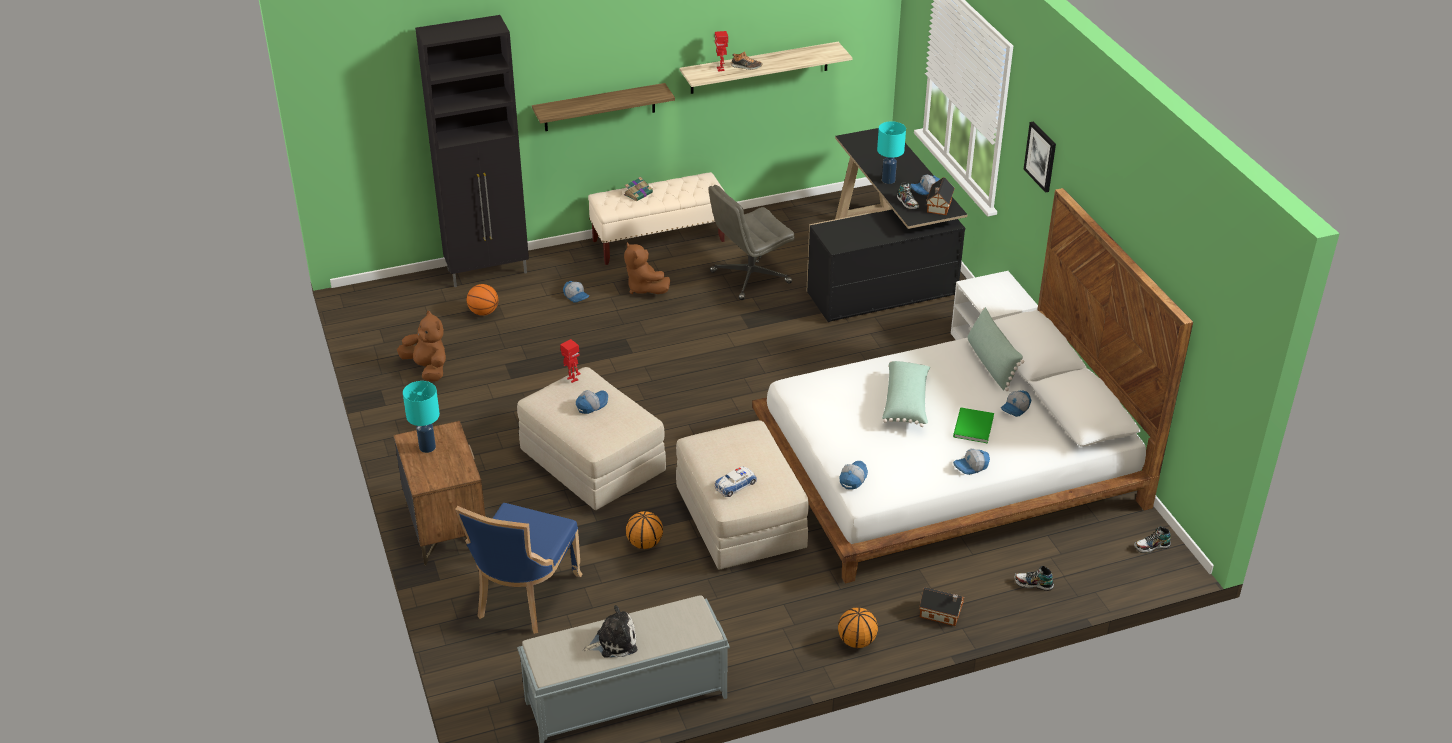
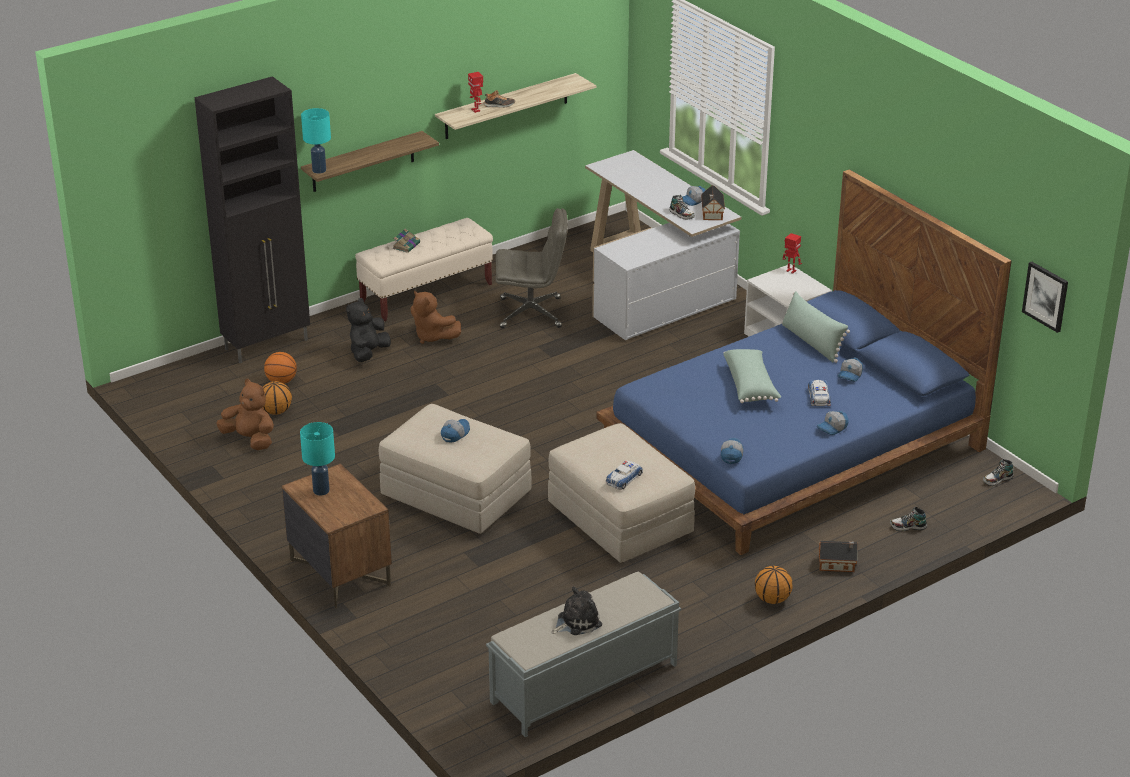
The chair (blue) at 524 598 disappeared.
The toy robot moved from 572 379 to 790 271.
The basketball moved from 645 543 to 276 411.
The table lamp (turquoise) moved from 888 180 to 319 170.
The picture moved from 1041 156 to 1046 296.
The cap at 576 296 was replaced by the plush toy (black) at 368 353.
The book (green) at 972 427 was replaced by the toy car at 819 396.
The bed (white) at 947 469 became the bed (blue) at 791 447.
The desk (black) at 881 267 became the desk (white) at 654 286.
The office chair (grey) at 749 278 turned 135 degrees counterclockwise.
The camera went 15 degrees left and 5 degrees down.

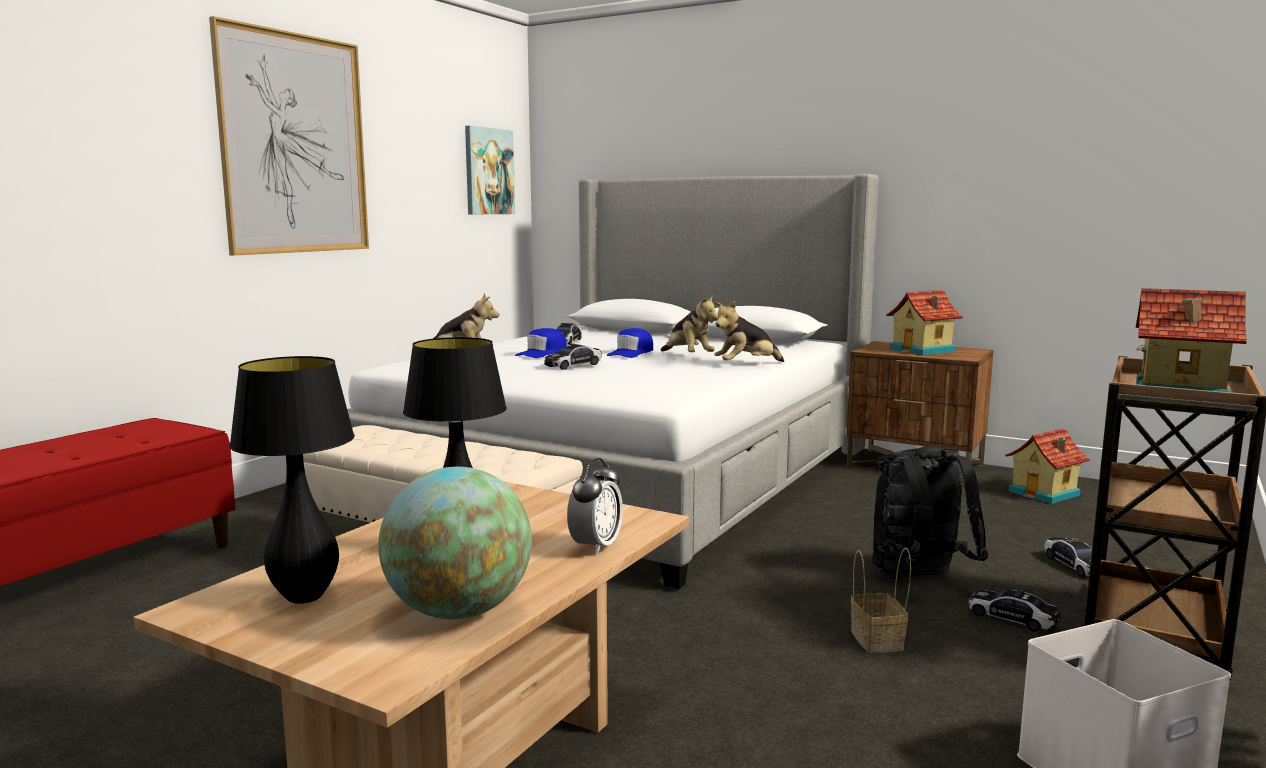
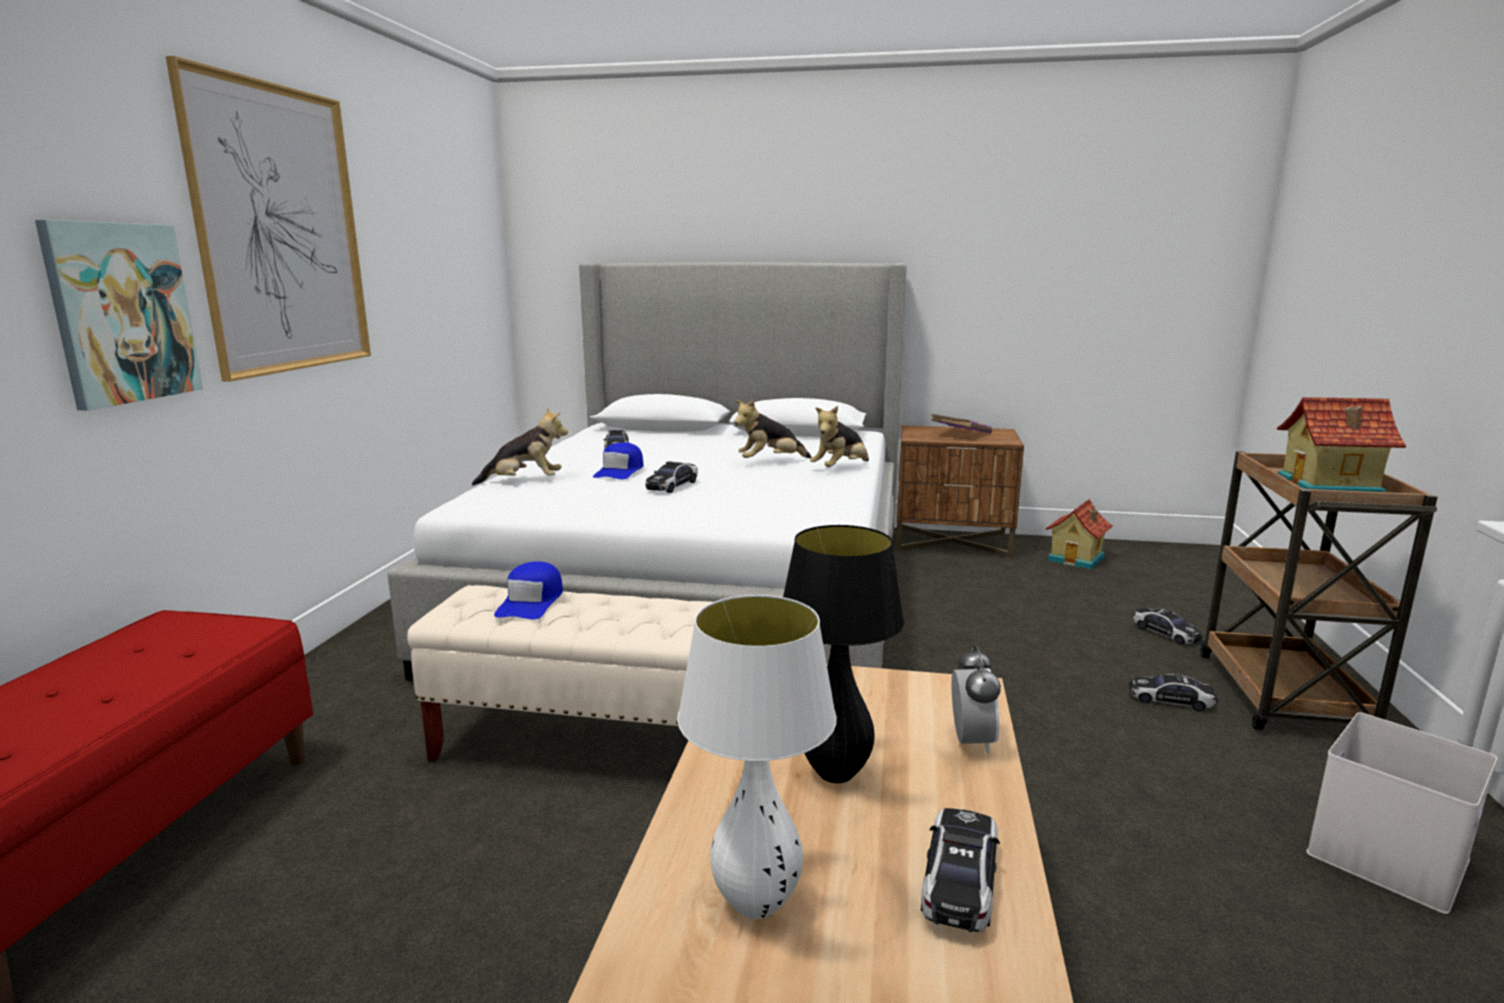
The basket at 878 641 disappeared.
The backpack (black) at 918 578 disappeared.
The picture moved from 488 171 to 122 313.
The cap (blue) moved from 631 353 to 531 602.
The globe at 458 611 was replaced by the toy car at 959 882.
The toy house at 923 350 was replaced by the book (purple) at 960 434.
The table lamp (black) at 305 597 became the table lamp (white) at 757 904.
The plush toy at 688 357 turned 120 degrees clockwise.
The camera went 20 degrees left and 5 degrees up.

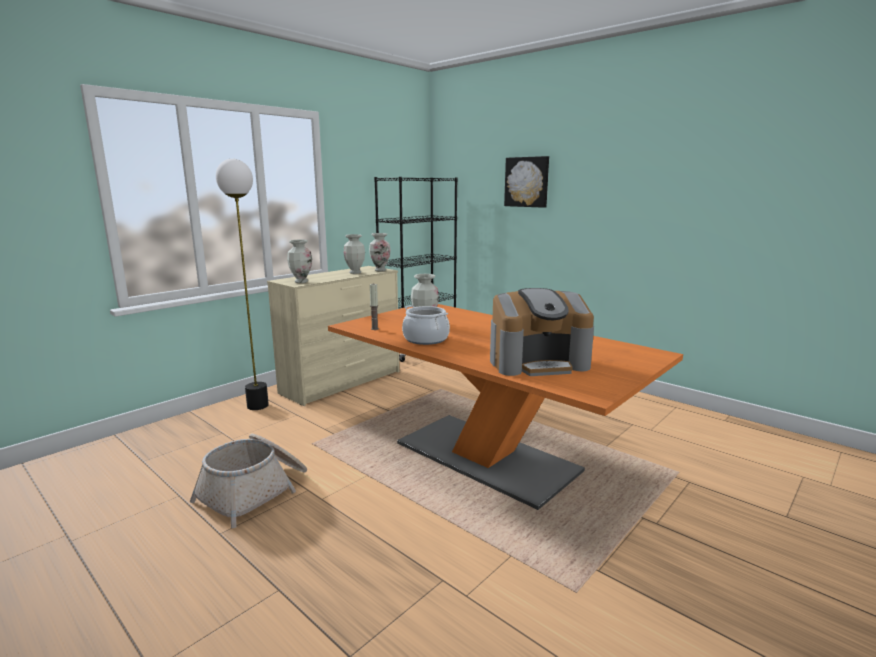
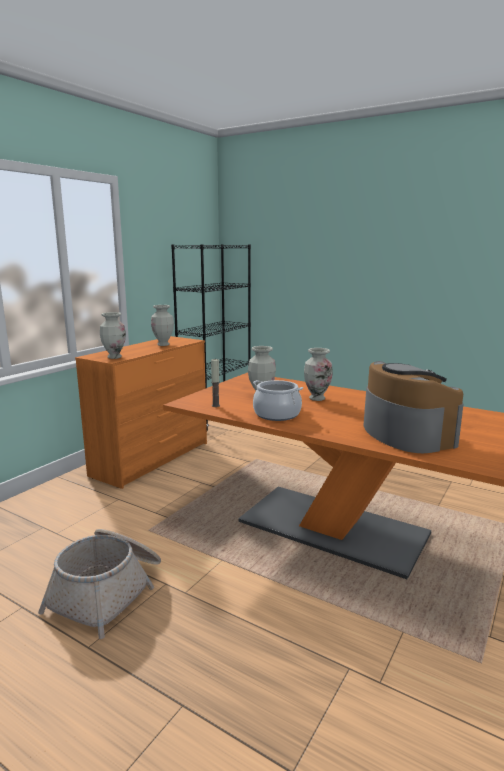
The floor lamp at 258 405 disappeared.
The picture at 527 182 disappeared.
The vase moved from 380 270 to 317 398.
The dresser (beige) at 342 383 became the dresser (orange) at 152 459.
The coffee machine at 538 362 turned 90 degrees counterclockwise.
The camera went 10 degrees left and 0 degrees up.

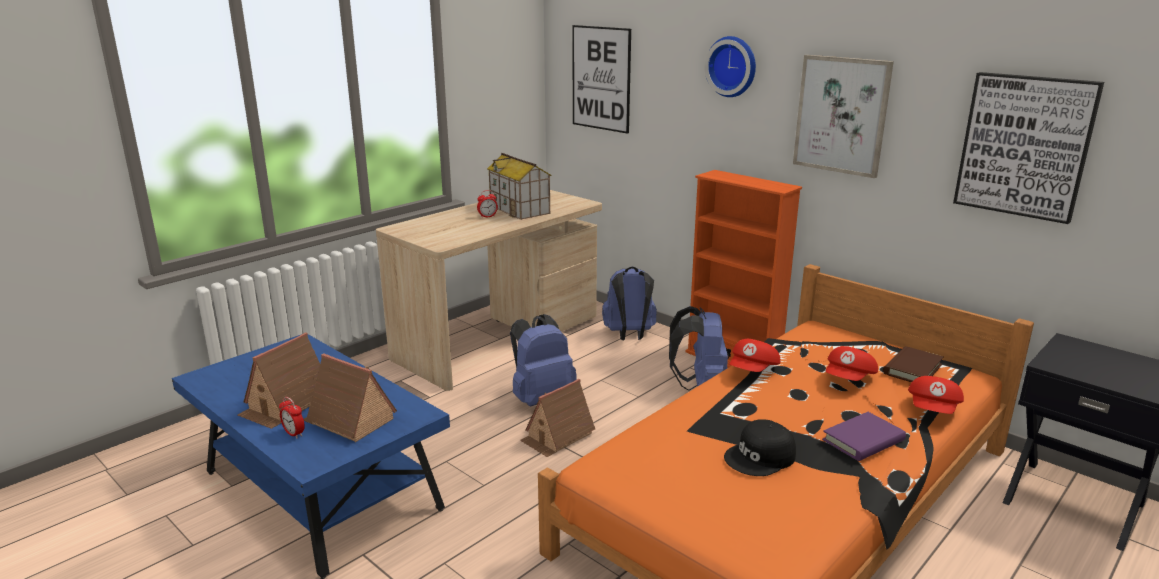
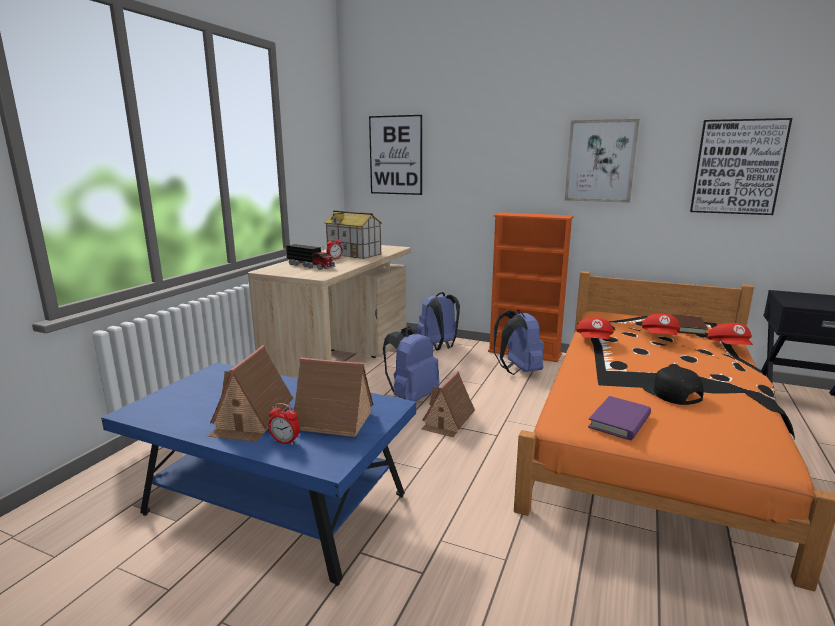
The wall clock at 732 66 disappeared.
The toy truck at 311 266 appeared.
The book (purple) moved from 863 440 to 619 421.
The cap (black) at 761 457 turned 120 degrees clockwise.
The camera went 20 degrees left and 5 degrees down.

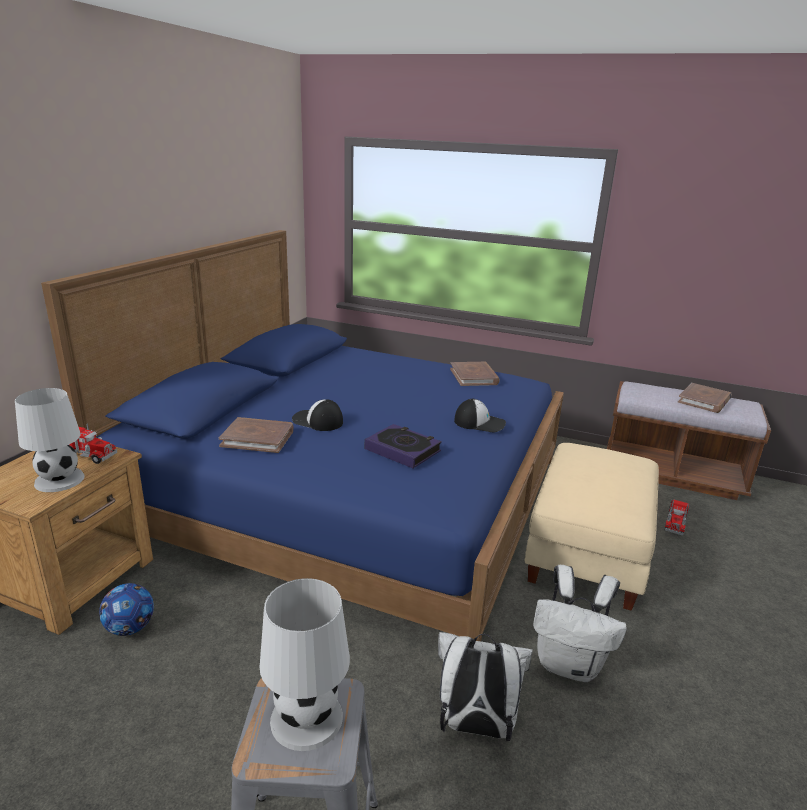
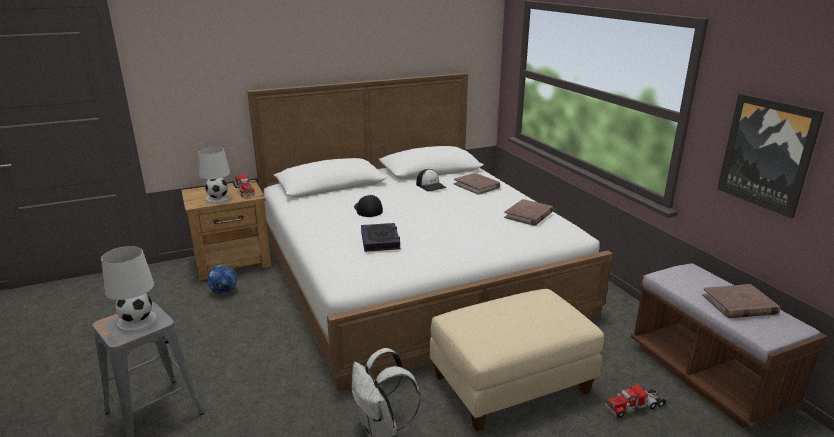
The backpack (white) at 475 726 disappeared.
The picture at 767 153 appeared.
The book (brown) moved from 257 438 to 477 186.
The cap moved from 480 423 to 431 186.
The bed (blue) at 350 491 became the bed (white) at 414 275.
The camera went 45 degrees right and 0 degrees up.

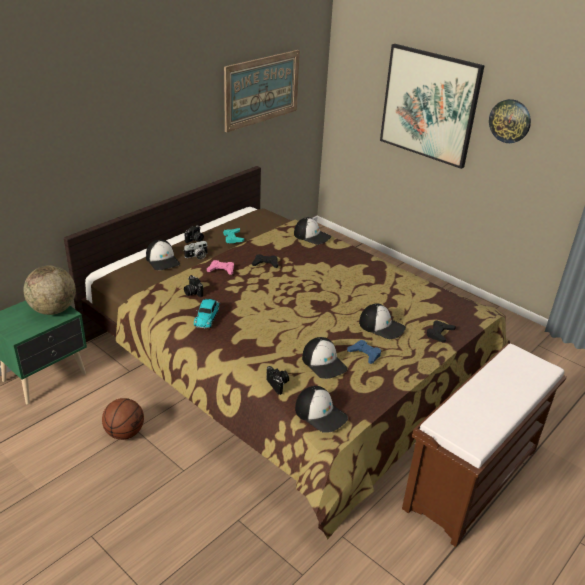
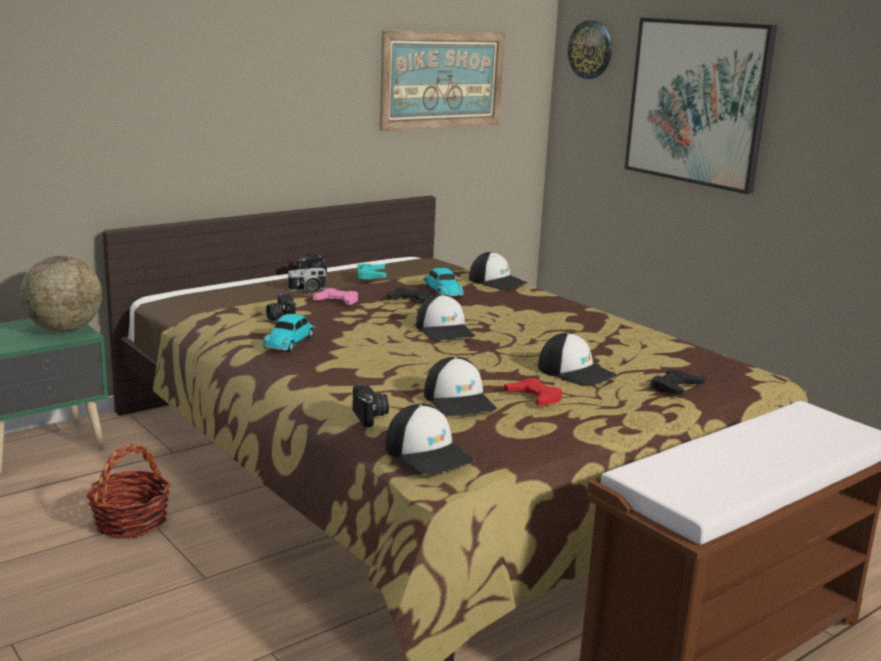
The toy car at 442 291 appeared.
The cap moved from 163 260 to 445 330.
The wall clock moved from 510 121 to 590 49.
The basketball at 125 432 was replaced by the basket at 131 522.
The game controller (blue) at 364 354 became the game controller (red) at 534 397.
The camera went 10 degrees right and 15 degrees down.

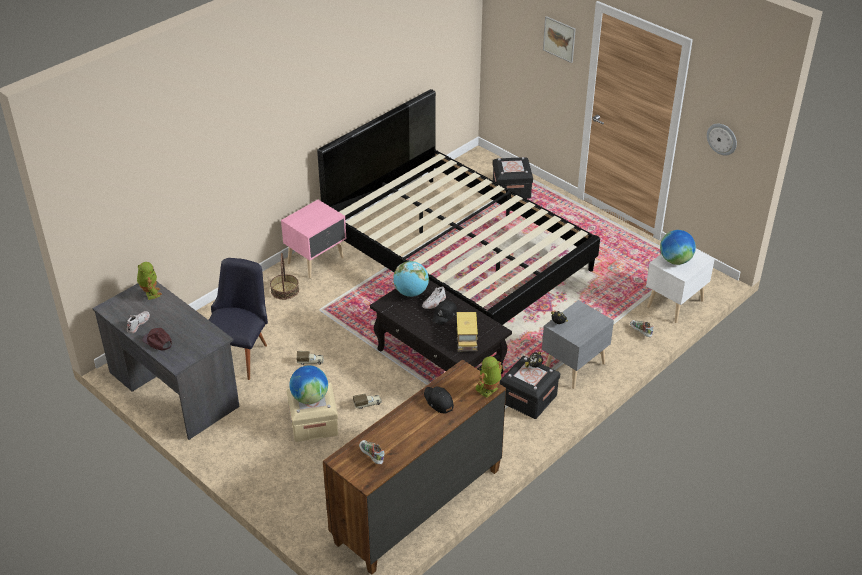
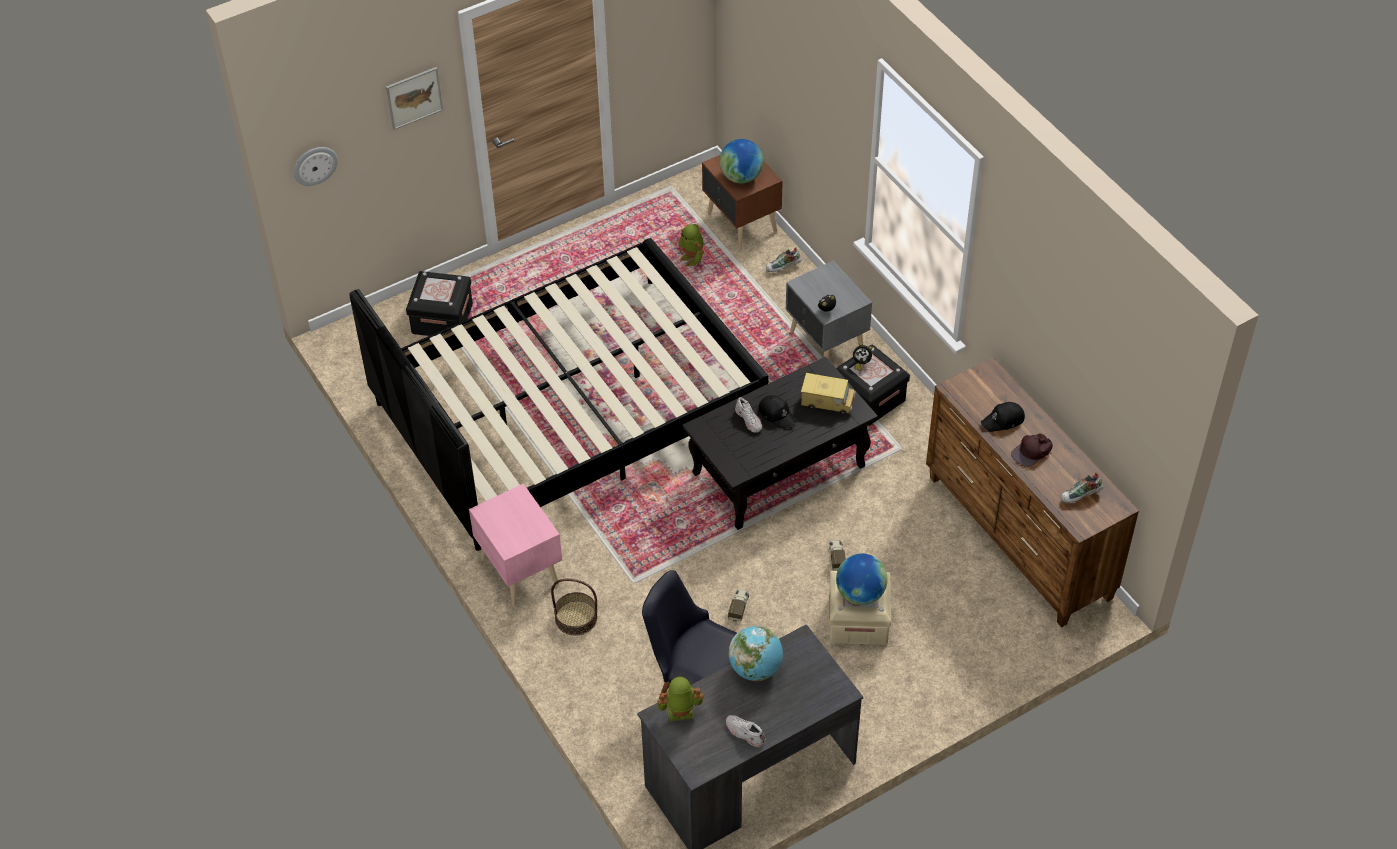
The cap (brown) moved from 157 341 to 1032 452.
The globe moved from 411 292 to 755 668.
The toy robot moved from 489 391 to 692 259.
The wall clock moved from 722 139 to 314 165.
The nightstand (white) at 673 303 became the nightstand (brown) at 741 224.
The camera went 75 degrees left and 10 degrees up.

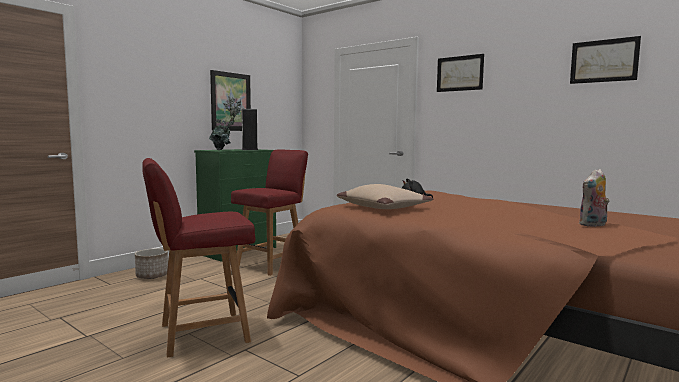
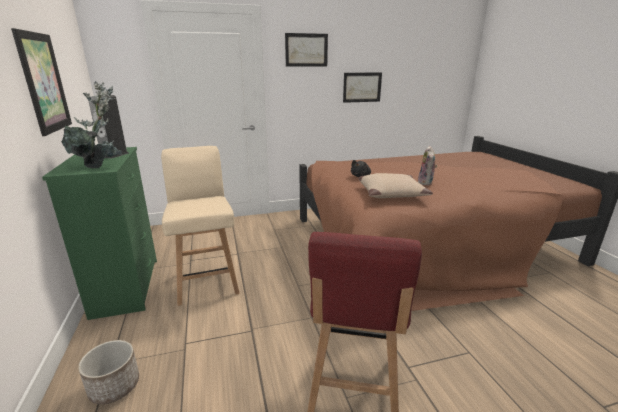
The picture moved from 604 61 to 362 87.
The plush toy moved from 593 225 to 426 183.
The chair (red) at 271 264 became the chair (beige) at 207 281.
The camera went 55 degrees left and 15 degrees up.

